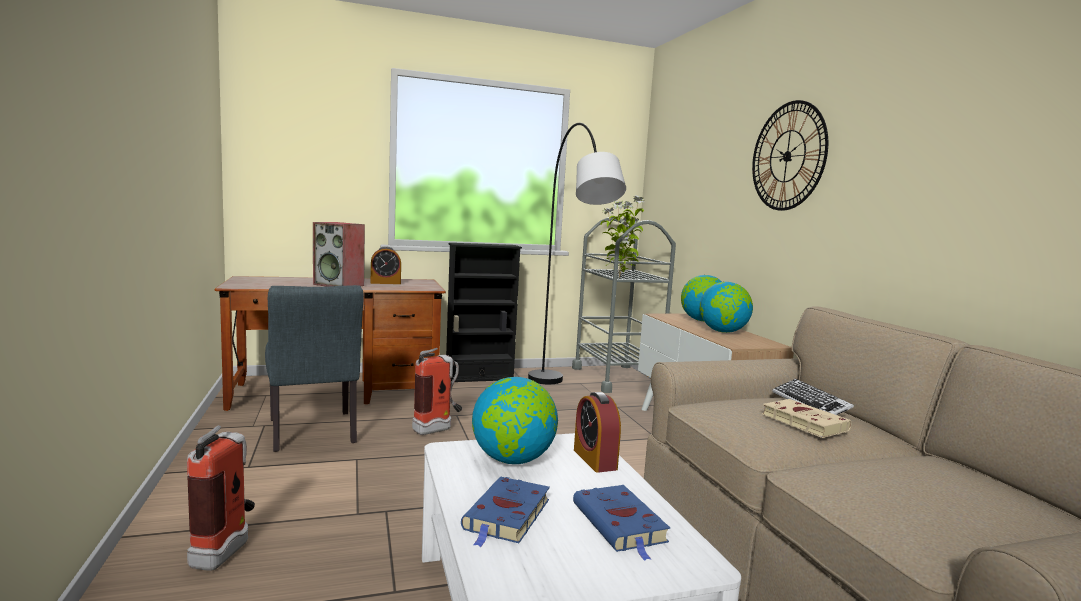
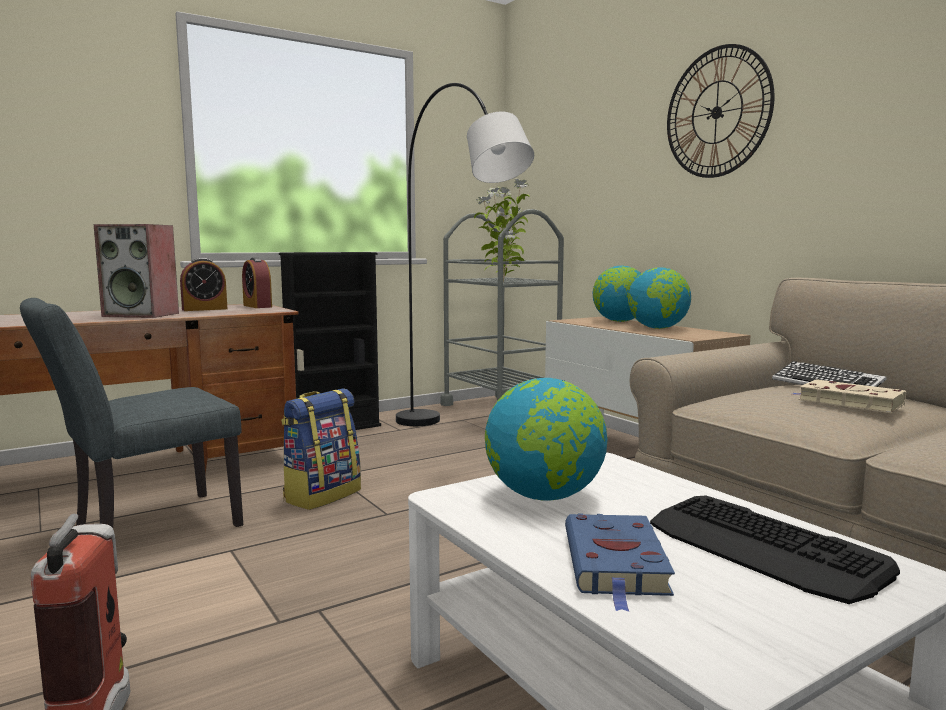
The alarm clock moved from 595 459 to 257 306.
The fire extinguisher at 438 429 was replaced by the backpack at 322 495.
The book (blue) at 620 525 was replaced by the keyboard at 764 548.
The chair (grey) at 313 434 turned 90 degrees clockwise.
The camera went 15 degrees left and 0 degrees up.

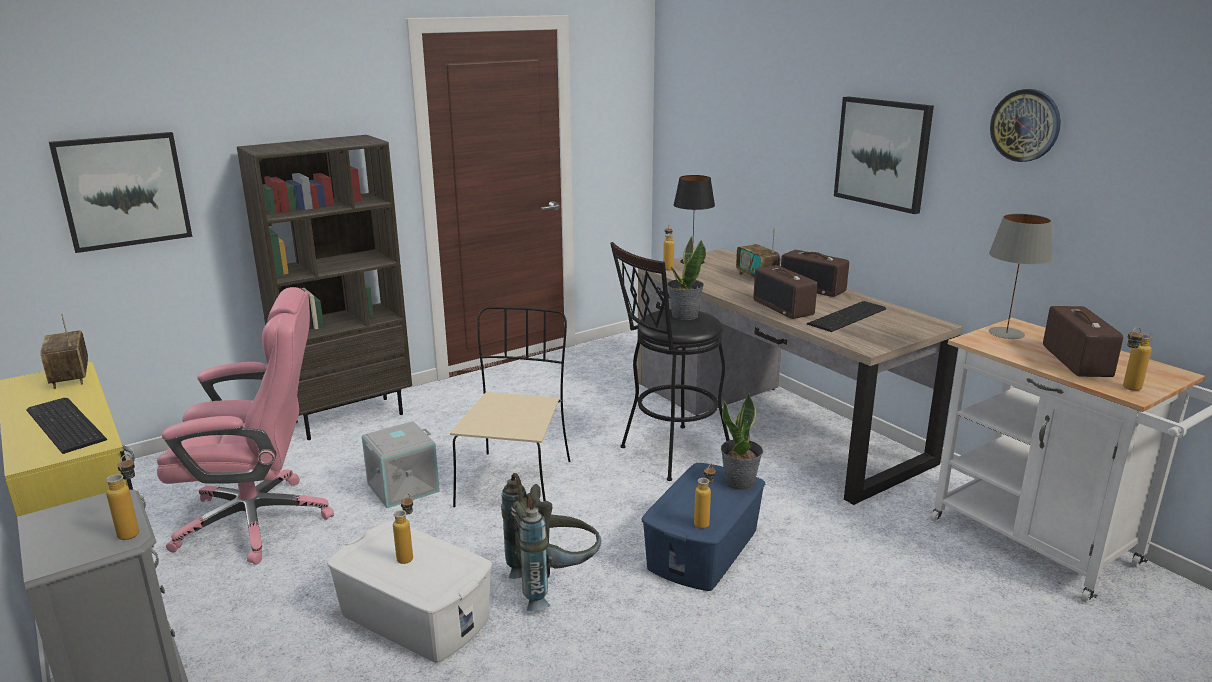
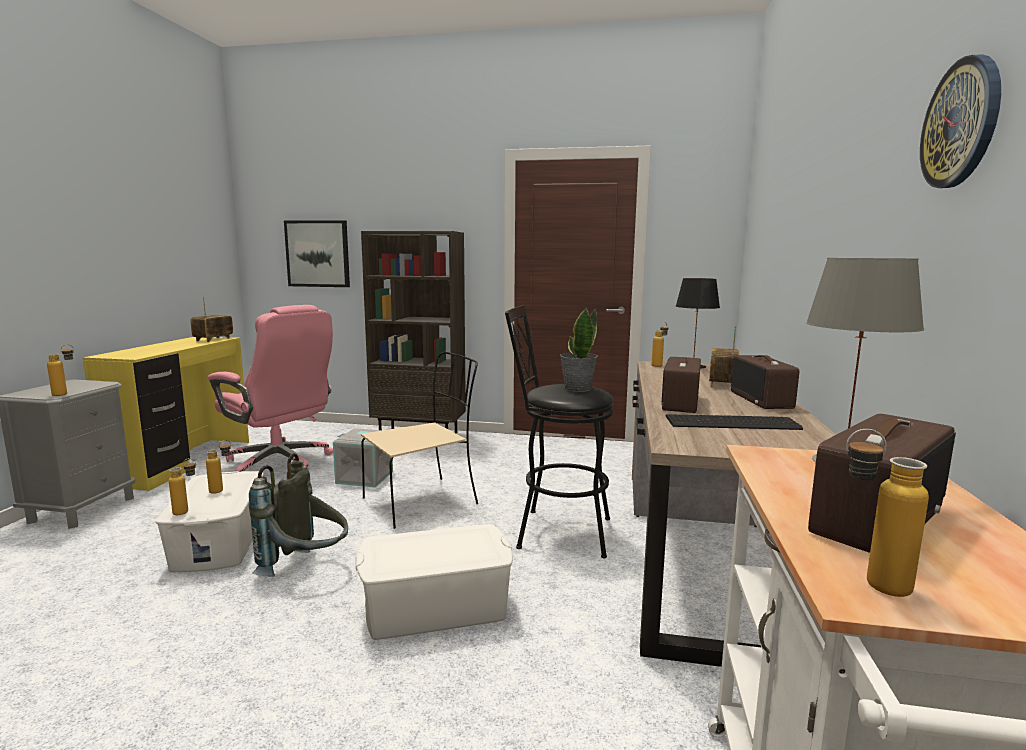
The keyboard at 63 426 disappeared.
The potted plant at 740 482 disappeared.
The picture at 883 153 disappeared.
The bottle moved from 704 521 to 187 512.
The storage box (blue) at 704 549 became the storage box (white) at 436 608.
The camera went 45 degrees right and 10 degrees down.

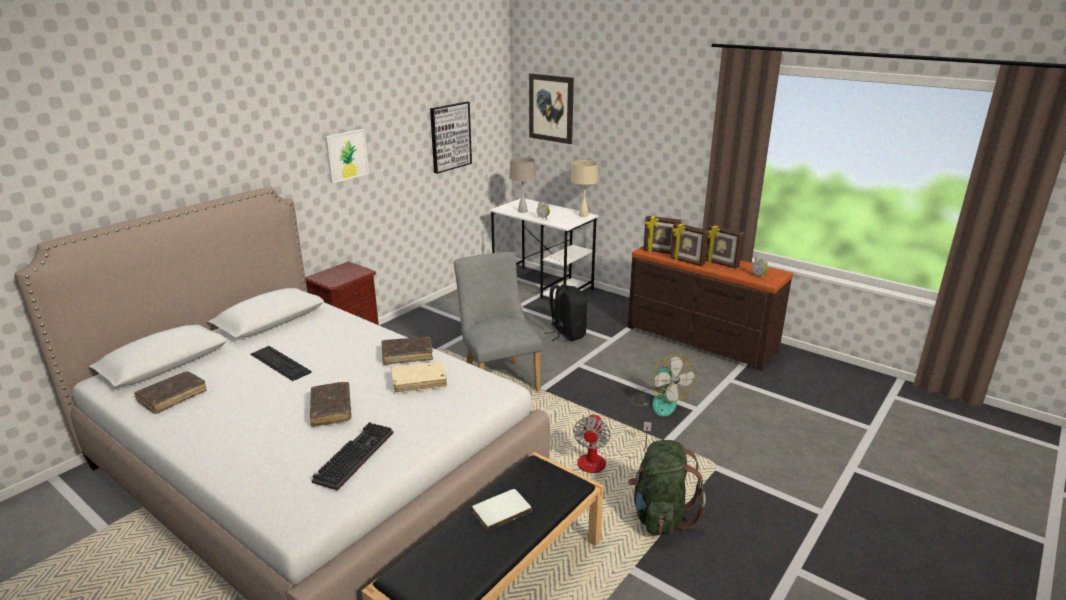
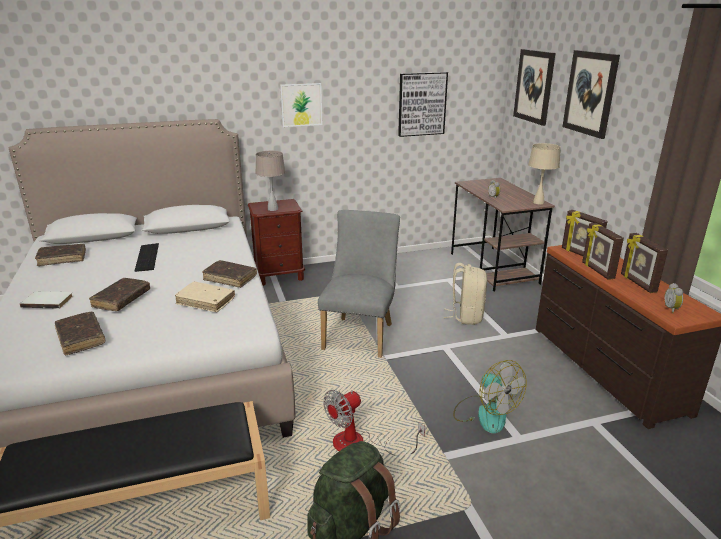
The picture at 590 93 appeared.
The book (white) moved from 500 510 to 48 301.
The table lamp (beige) moved from 523 211 to 273 209.
The keyboard at 354 455 was replaced by the book (brown) at 81 338.
The desk (white) at 543 286 became the desk (brown) at 493 268.
The backpack (black) at 566 334 became the backpack (beige) at 466 316.
The fan at 659 402 turned 45 degrees counterclockwise.
The camera went 35 degrees right and 0 degrees up.

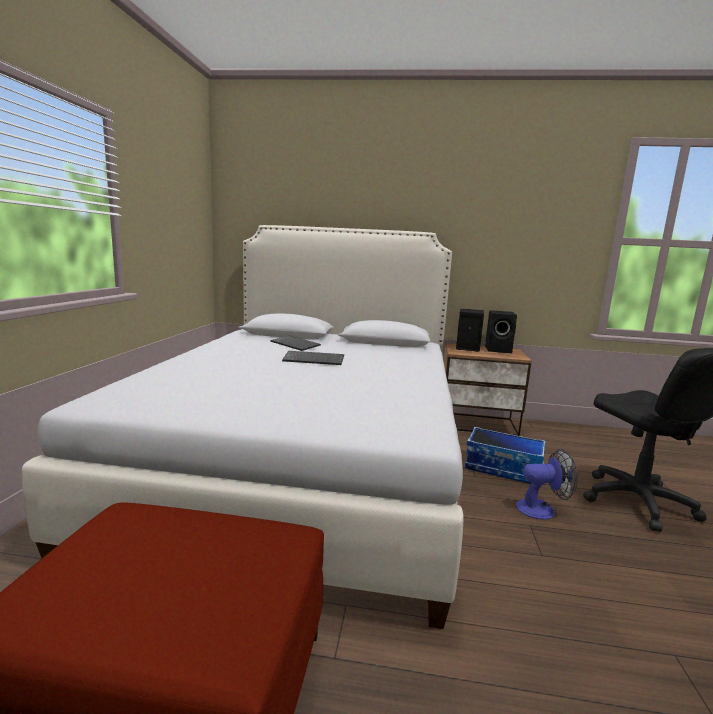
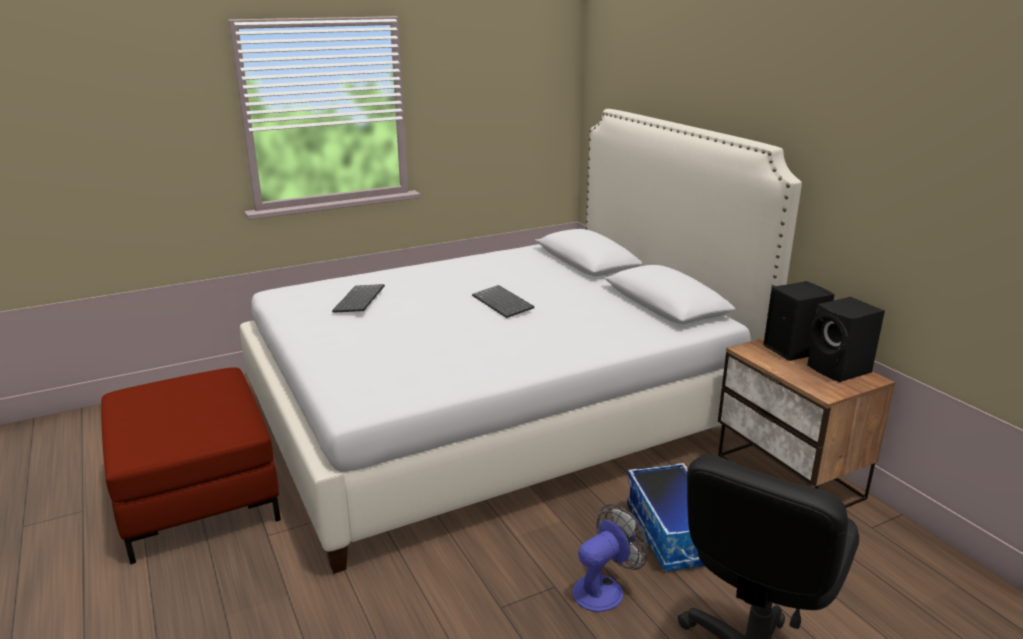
The keyboard moved from 296 344 to 360 300.
The fan at 542 509 turned 90 degrees counterclockwise.
The camera went 55 degrees right and 10 degrees up.

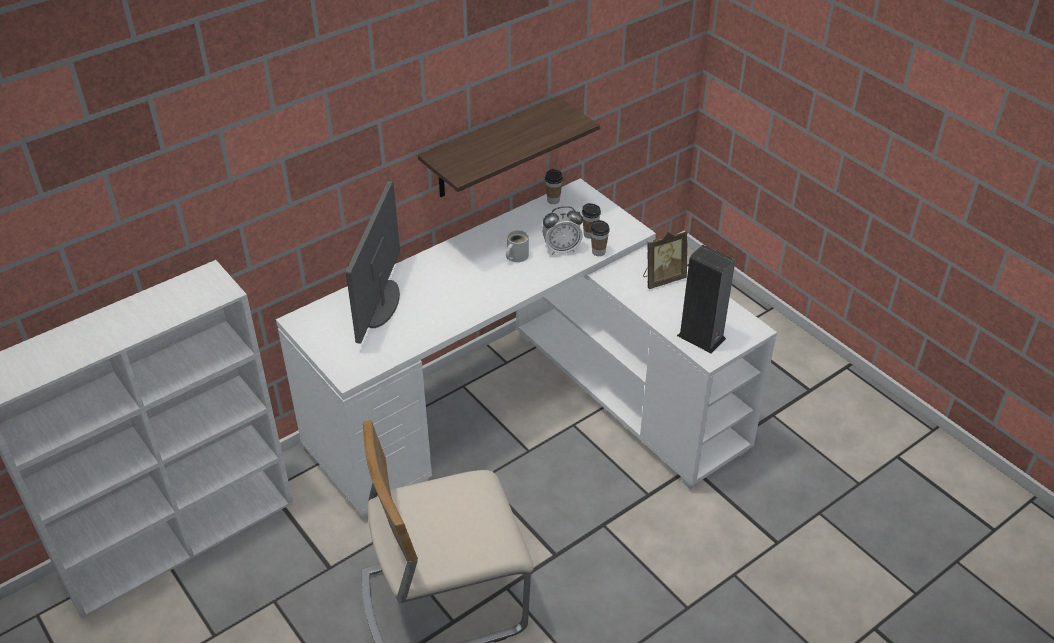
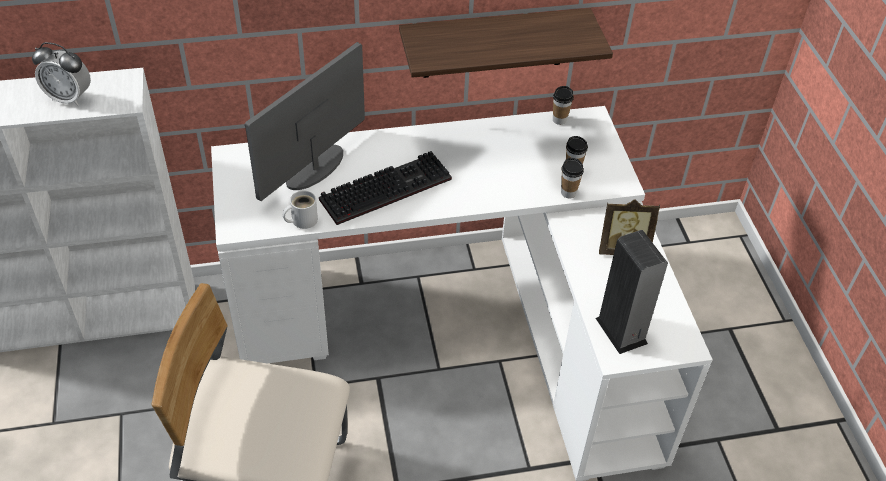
The keyboard at 386 187 appeared.
The mug (white) moved from 515 256 to 302 220.
The alarm clock moved from 561 249 to 69 98.
The camera went 25 degrees right and 5 degrees up.

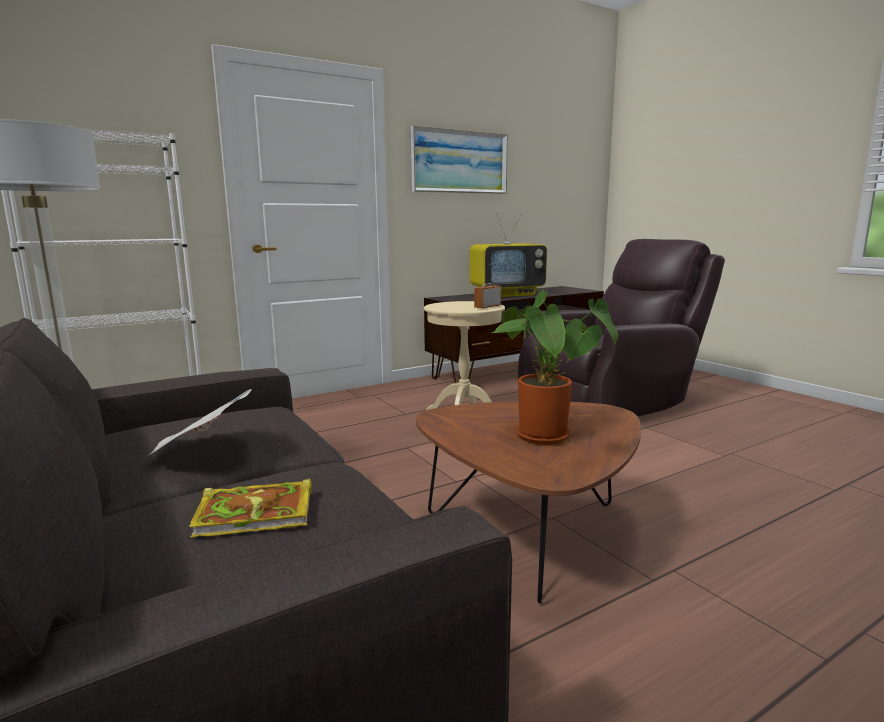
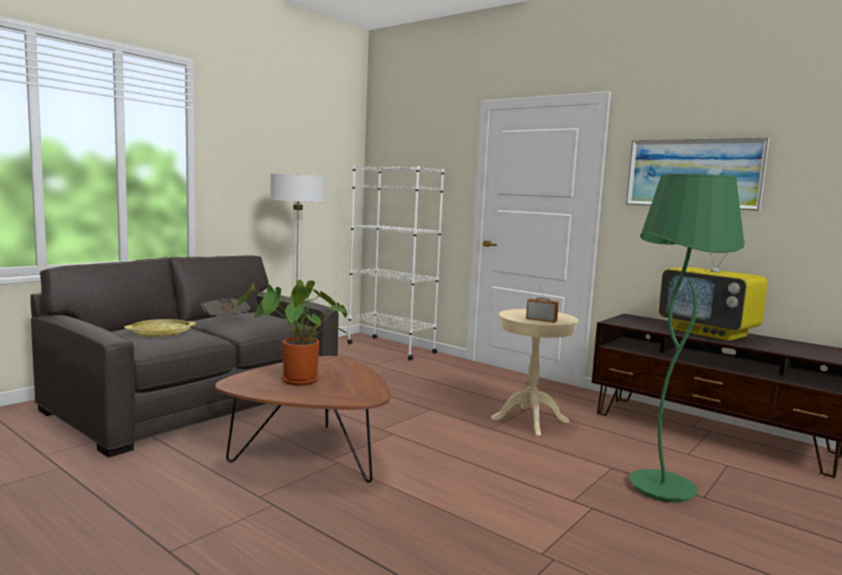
The book at 258 513 was replaced by the tray (yellow) at 161 333.
The armchair (brown) at 610 403 was replaced by the floor lamp (green) at 662 488.
The camera went 70 degrees right and 5 degrees down.

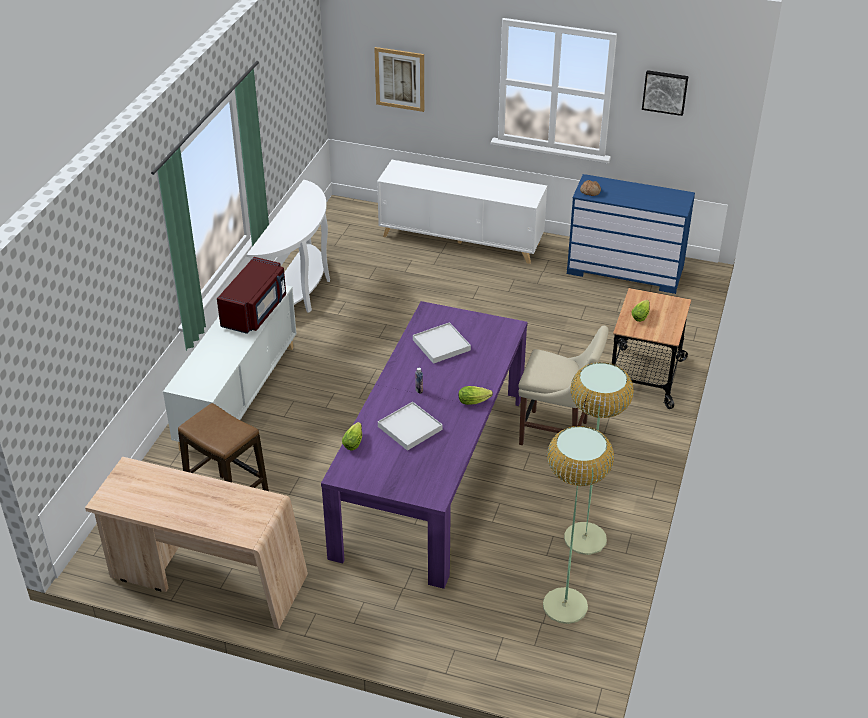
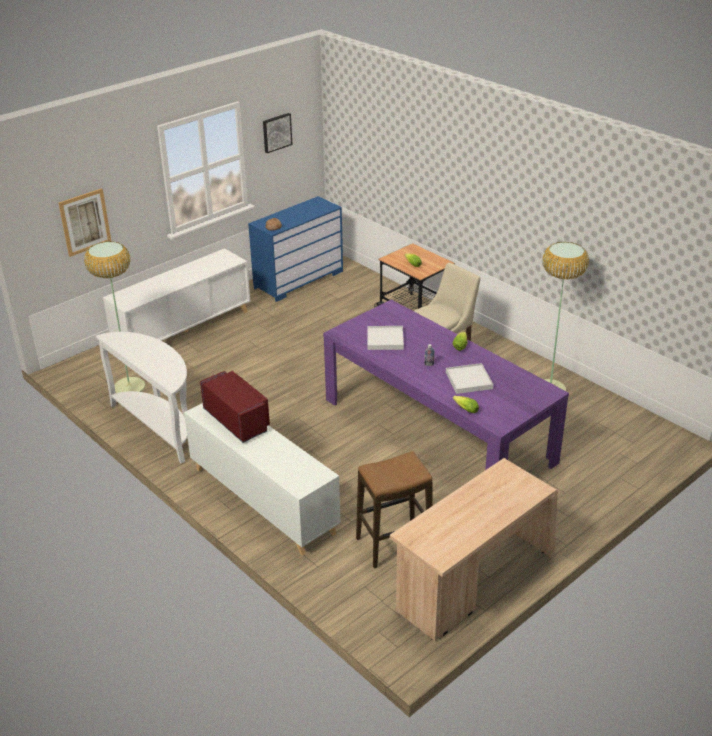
The floor lamp moved from 564 606 to 129 387.
The camera went 60 degrees left and 5 degrees down.

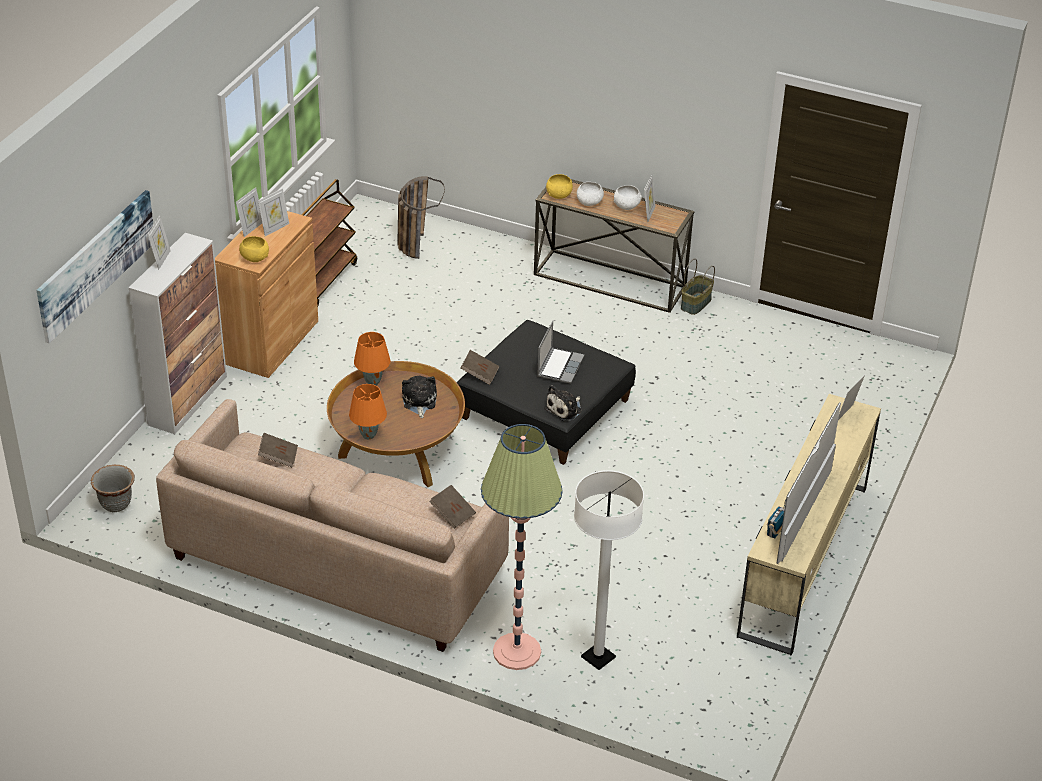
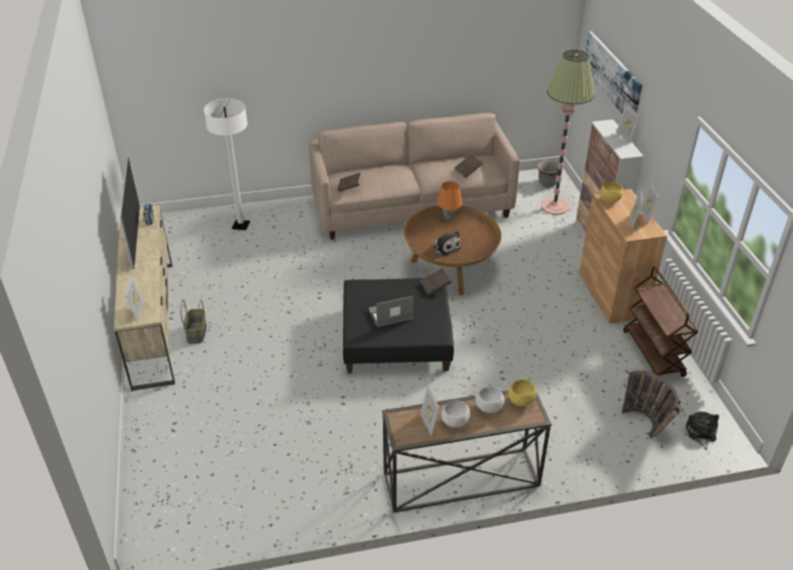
The table lamp (orange) at 373 382 disappeared.
The floor lamp moved from 517 652 to 554 206.
The plush toy moved from 565 409 to 701 433.
The basket moved from 696 304 to 196 333.
The laptop at 559 366 turned 90 degrees clockwise.
The camera went 145 degrees right and 0 degrees up.

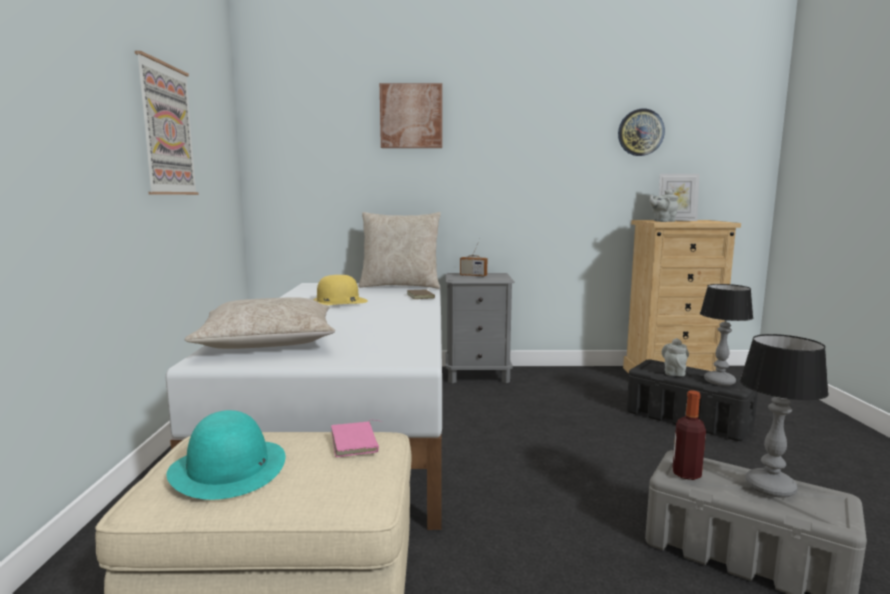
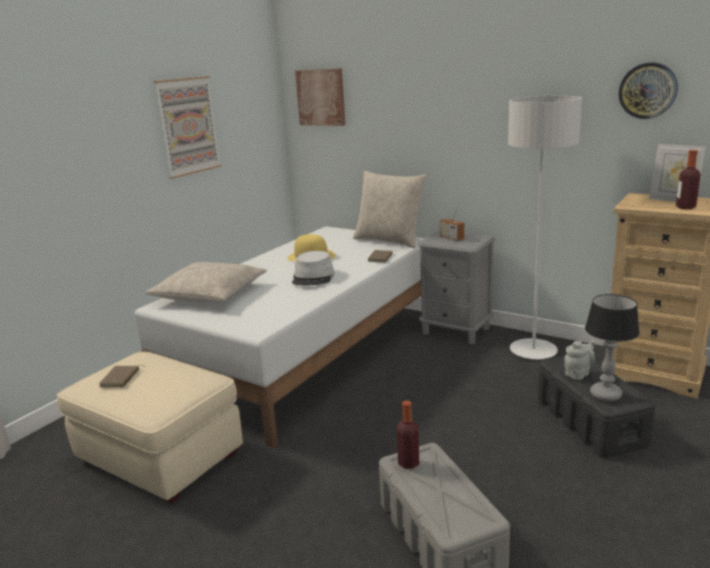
The book (pink) at 356 442 disappeared.
The teapot (grey) at 662 221 disappeared.
The table lamp at 770 487 disappeared.
The hat (grey) at 313 277 appeared.
The floor lamp (grey) at 533 351 appeared.
The bottle at 685 207 appeared.
The picture moved from 411 116 to 321 97.
The hat (turquoise) at 228 468 was replaced by the book (brown) at 121 378.
The camera went 35 degrees right and 10 degrees up.

